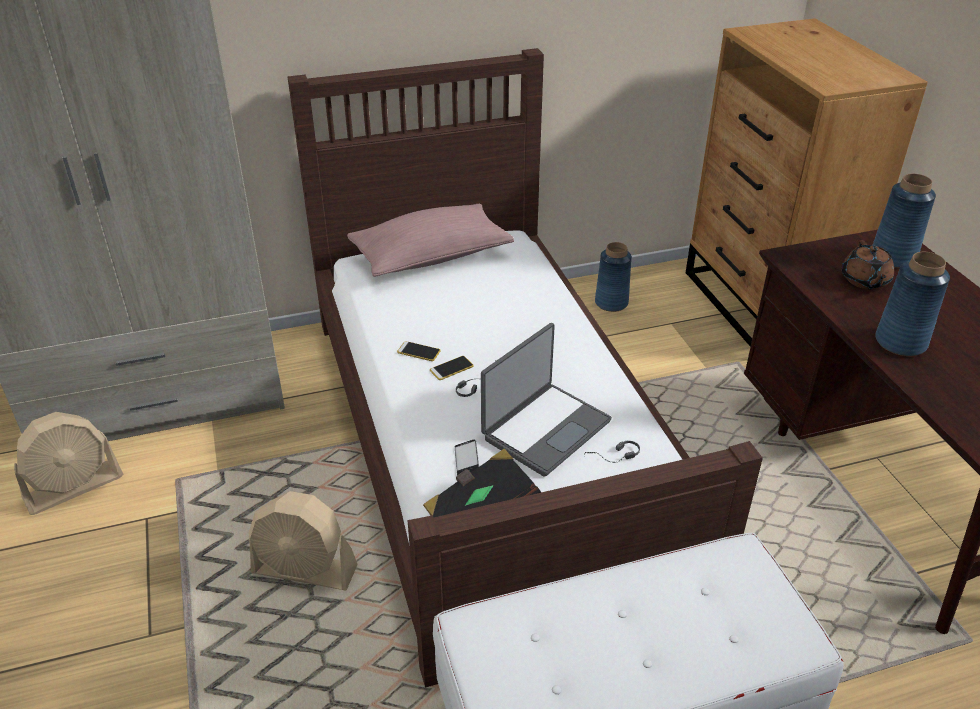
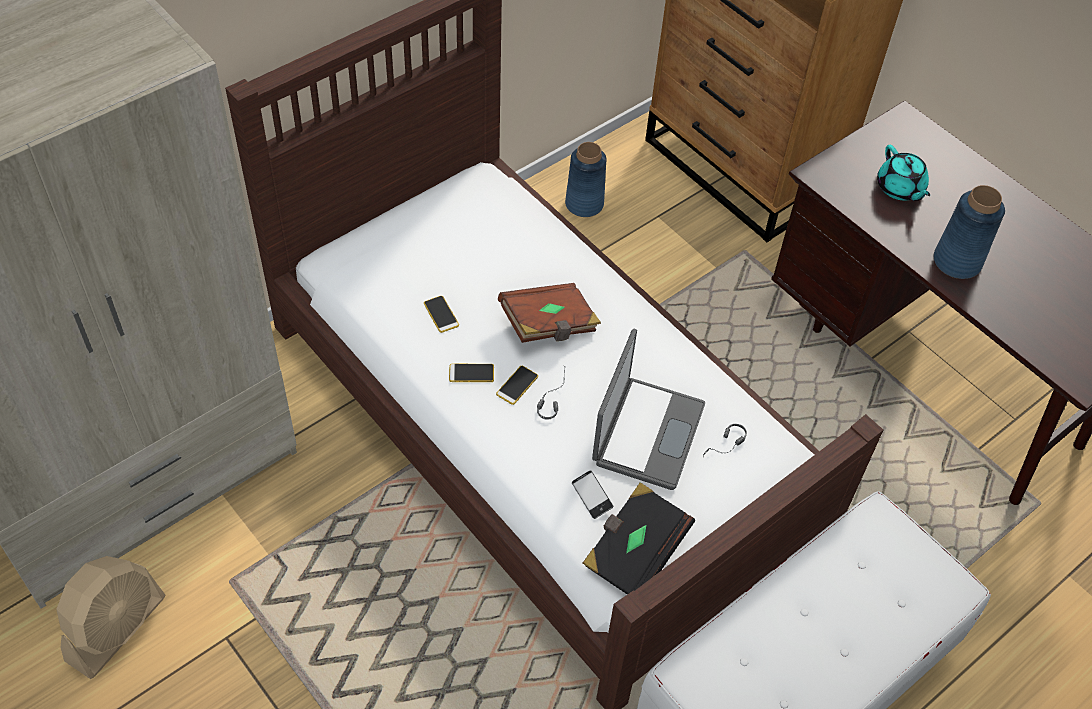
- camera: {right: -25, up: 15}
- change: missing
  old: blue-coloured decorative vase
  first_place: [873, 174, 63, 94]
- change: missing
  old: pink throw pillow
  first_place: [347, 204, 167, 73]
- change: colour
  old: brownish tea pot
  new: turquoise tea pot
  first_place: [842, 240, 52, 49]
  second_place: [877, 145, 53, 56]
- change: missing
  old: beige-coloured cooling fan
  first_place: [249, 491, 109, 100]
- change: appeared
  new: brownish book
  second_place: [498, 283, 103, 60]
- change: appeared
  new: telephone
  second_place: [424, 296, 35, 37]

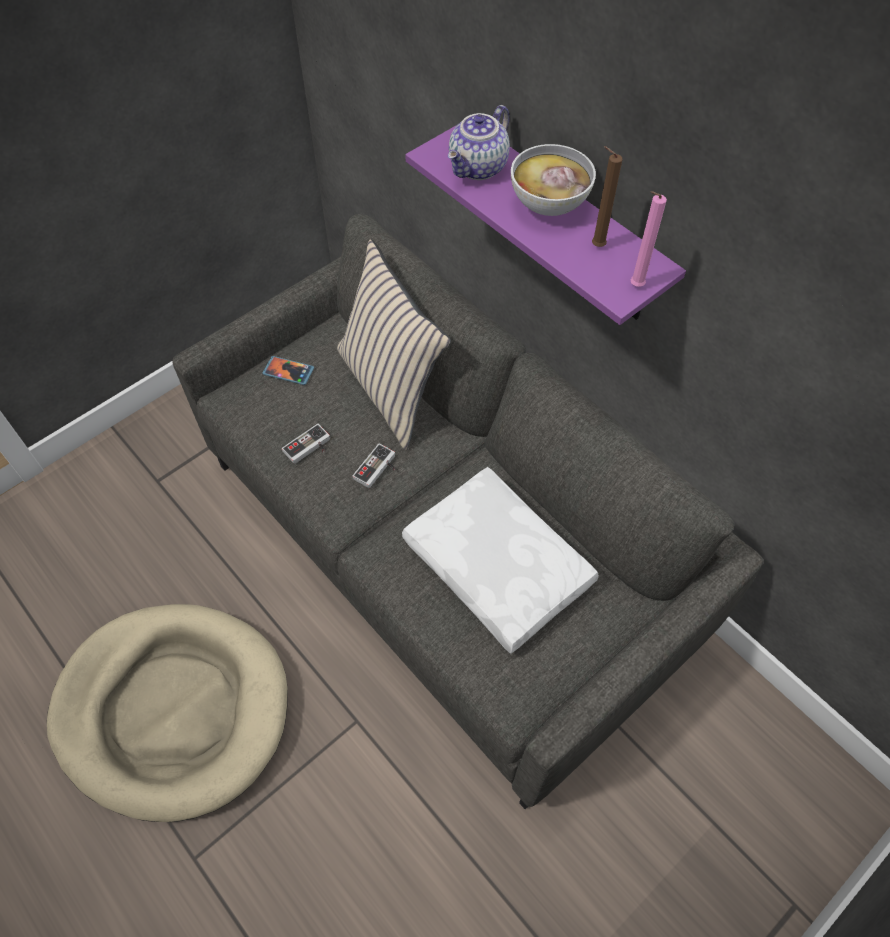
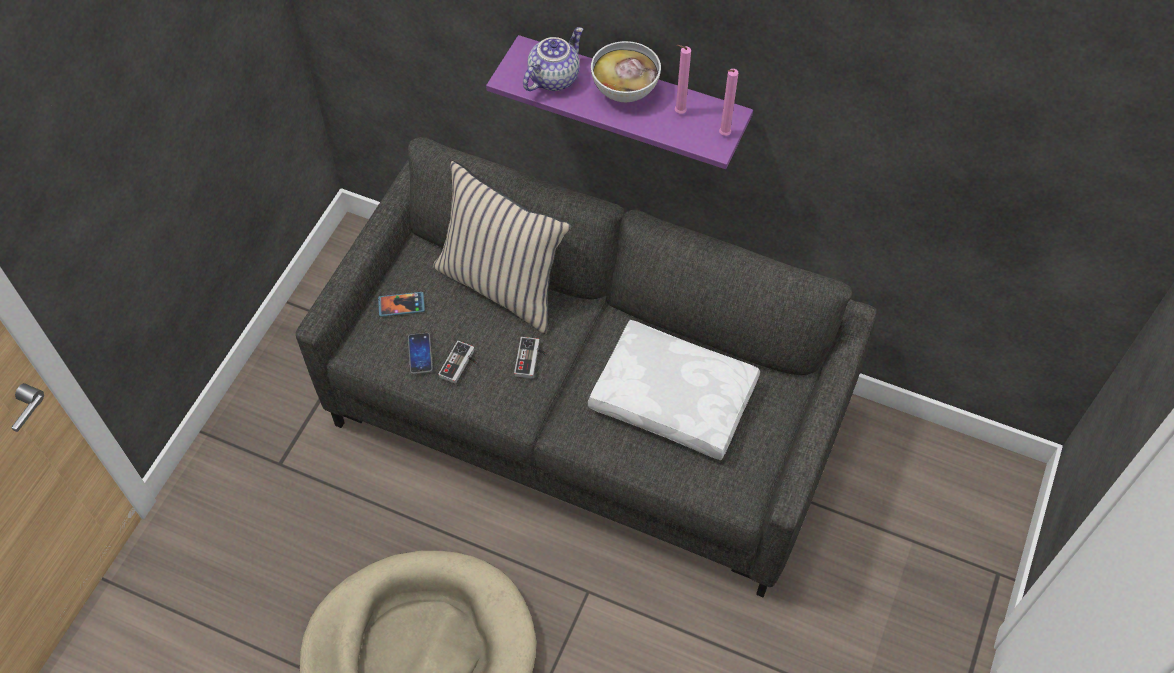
- camera: {right: -25, up: 0}
- change: spun
  old: tea pot
  first_place: [448, 105, 62, 75]
  second_place: [523, 27, 61, 64]
  degrees: -150
- change: colour
  old: brownish candle
  new: pink candle
  first_place: [592, 146, 31, 101]
  second_place: [675, 45, 16, 69]
- change: appeared
  new: telephone
  second_place: [408, 333, 25, 41]

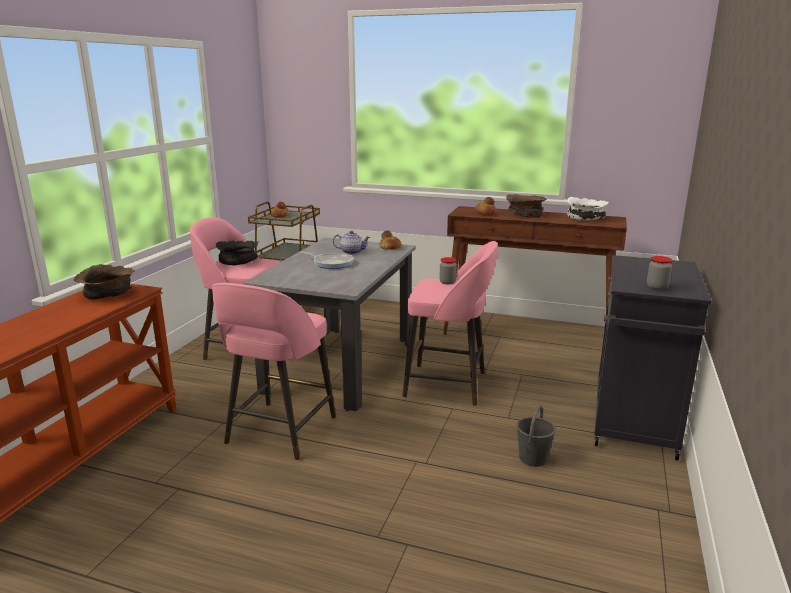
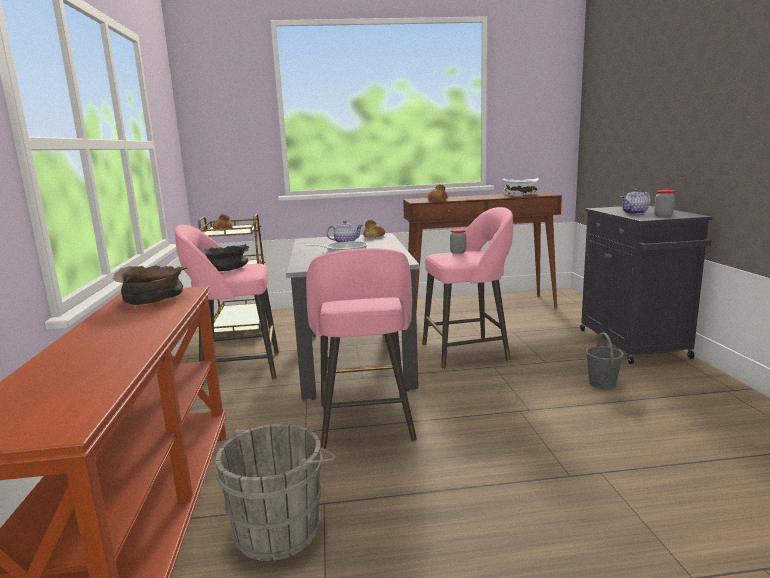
- camera: {right: -25, up: -5}
- change: missing
  old: brownish bowl
  first_place: [506, 194, 41, 24]
- change: appeared
  new: tea pot
  second_place: [621, 189, 30, 25]
- change: appeared
  new: gray water bucket
  second_place: [215, 424, 121, 137]

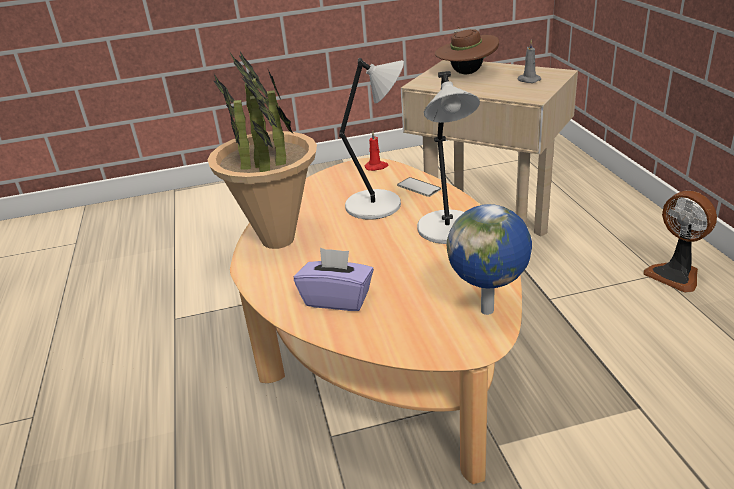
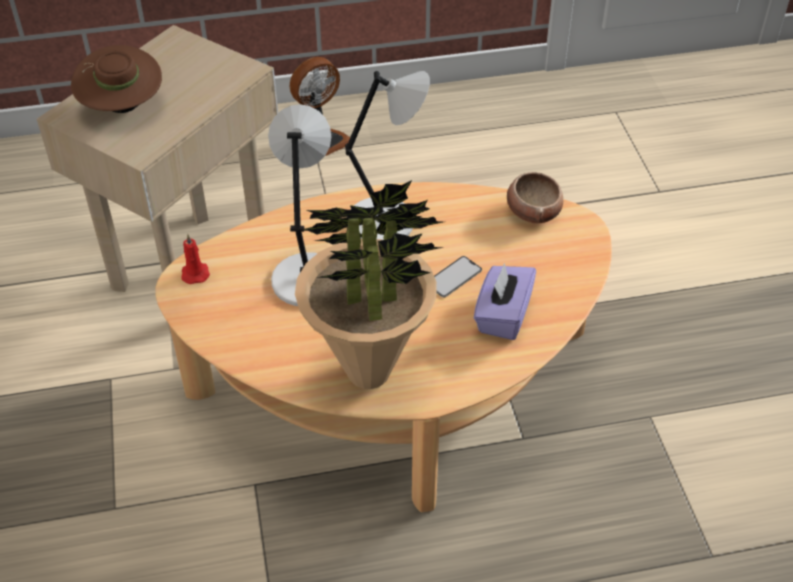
- camera: {right: -90, up: 15}
- change: missing
  old: gray candle
  first_place: [517, 40, 24, 43]
- change: relocated
  old: telephone
  first_place: [397, 177, 44, 20]
  second_place: [434, 256, 48, 42]
- change: exchanged
  old: desk globe
  new: bowl
  first_place: [447, 204, 85, 111]
  second_place: [507, 172, 56, 51]

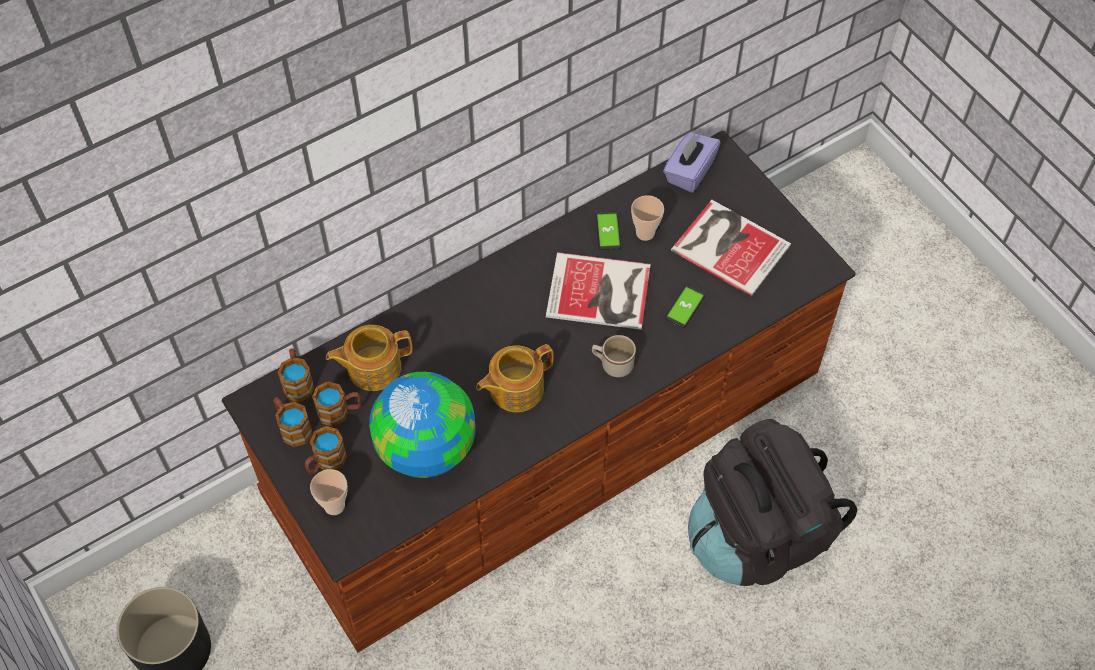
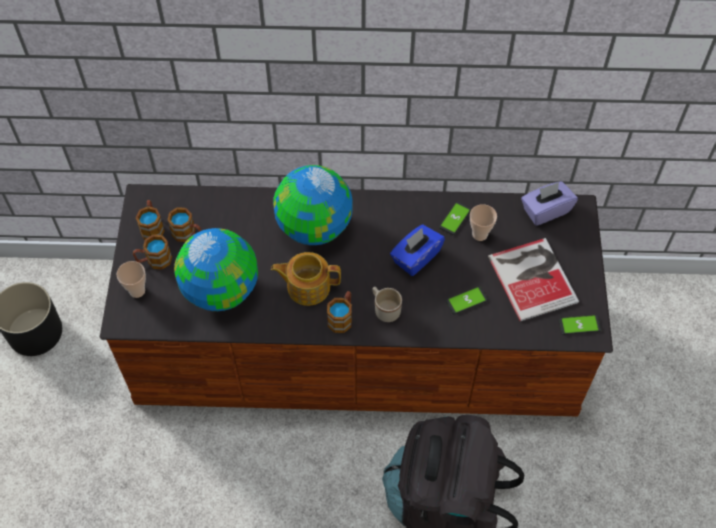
- camera: {right: 35, up: 0}
- change: exchanged
  old: book
  new: blue-coloured tissue box
  first_place: [546, 252, 105, 78]
  second_place: [390, 224, 55, 52]
- change: missing
  old: tea pot
  first_place: [326, 325, 87, 66]
- change: relocated
  old: coffee mug
  first_place: [278, 348, 37, 54]
  second_place: [327, 291, 25, 42]
- change: appeared
  new: desk globe
  second_place: [273, 165, 79, 80]
- change: appeared
  new: telephone
  second_place: [559, 315, 42, 20]

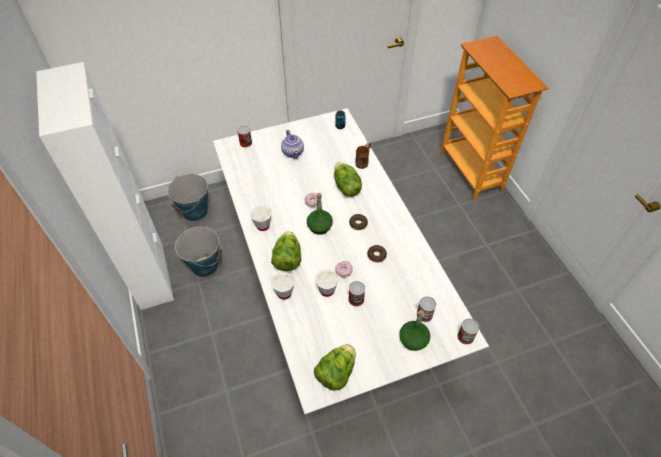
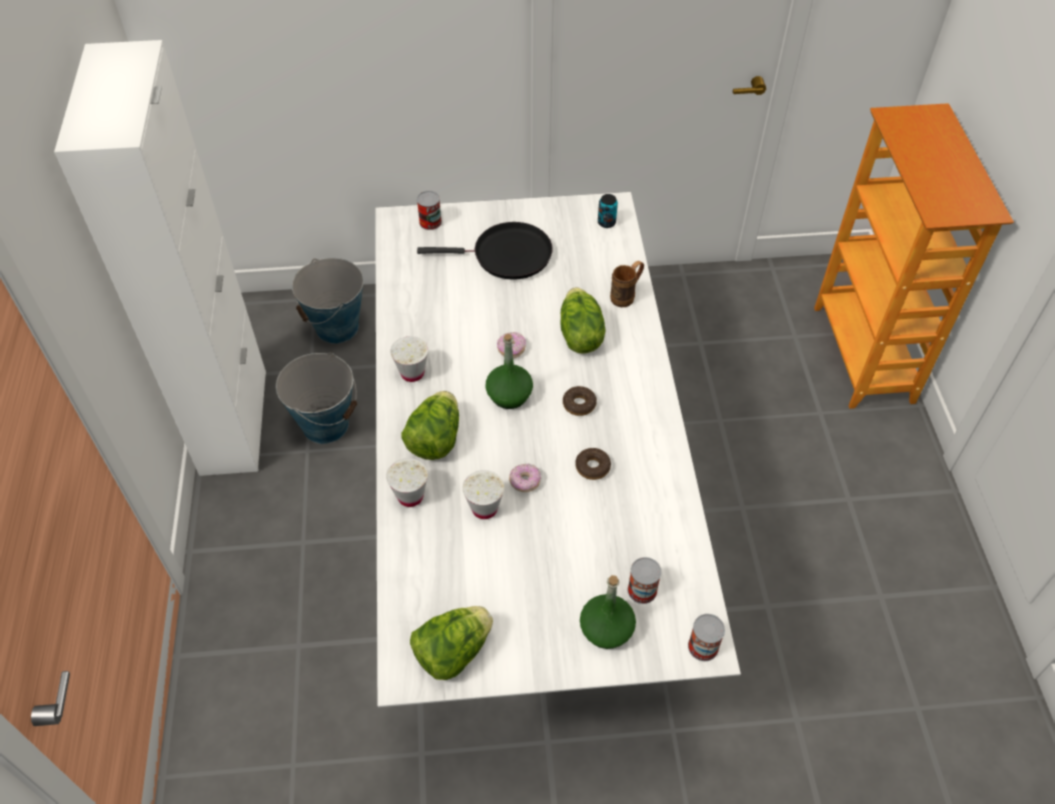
- camera: {right: 15, up: 0}
- change: exchanged
  old: tea pot
  new: blackish skillet
  first_place: [281, 130, 23, 29]
  second_place: [417, 222, 136, 58]
- change: missing
  old: sealed can
  first_place: [348, 281, 17, 25]

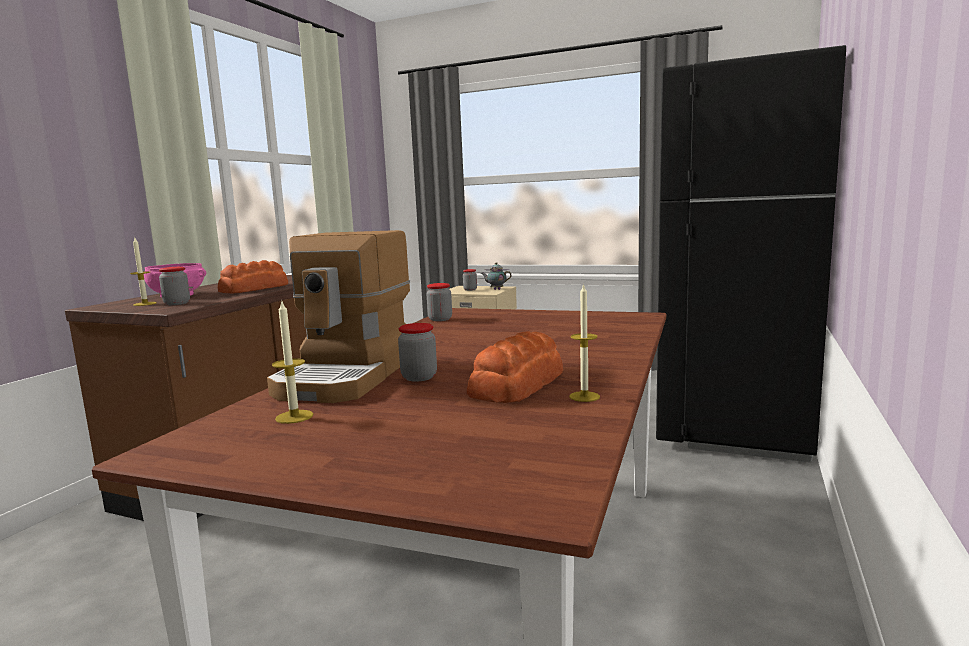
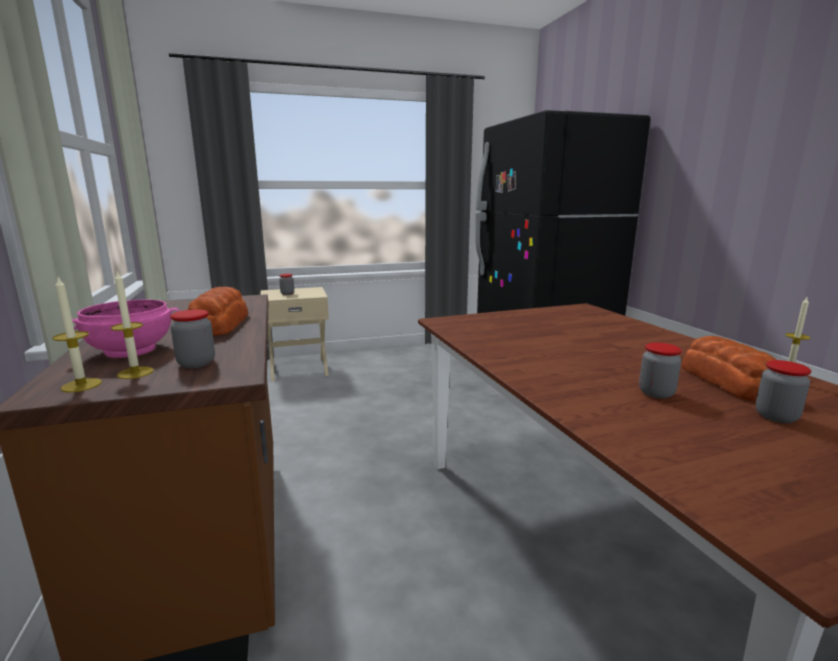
- camera: {right: -40, up: 5}
- change: missing
  old: coffee brewer
  first_place: [267, 230, 143, 173]
- change: missing
  old: tea pot
  first_place: [481, 262, 31, 28]
- change: relocated
  old: preserve jar
  first_place: [426, 283, 26, 38]
  second_place: [756, 360, 55, 63]
- change: relocated
  old: candle
  first_place: [272, 299, 41, 125]
  second_place: [52, 277, 50, 115]

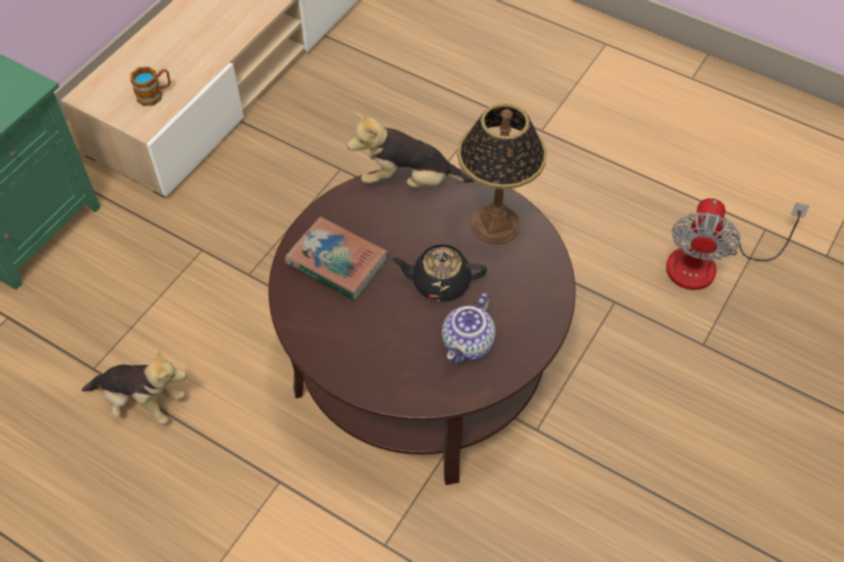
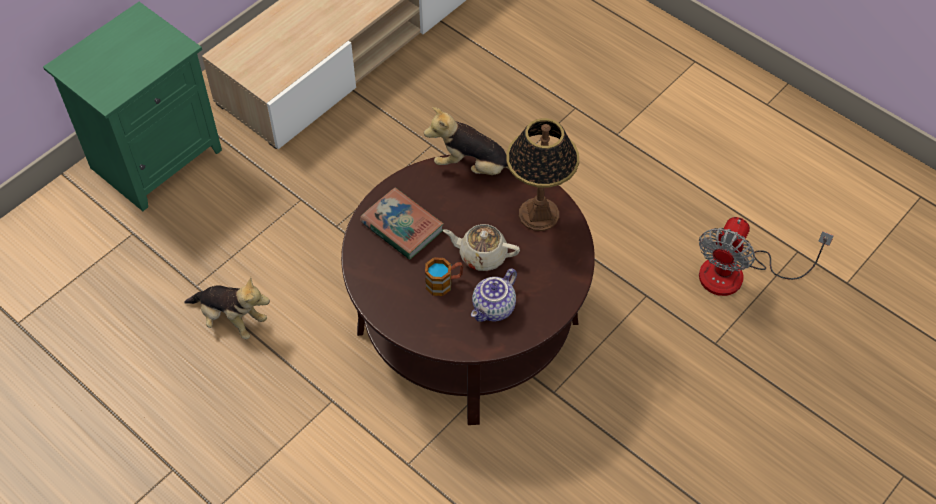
- camera: {right: 10, up: 0}
- change: relocated
  old: coffee mug
  first_place: [130, 67, 41, 39]
  second_place: [425, 257, 38, 39]
- change: colour
  old: blackish tea pot
  new: beige-coloured tea pot
  first_place: [391, 244, 96, 58]
  second_place: [443, 224, 77, 47]

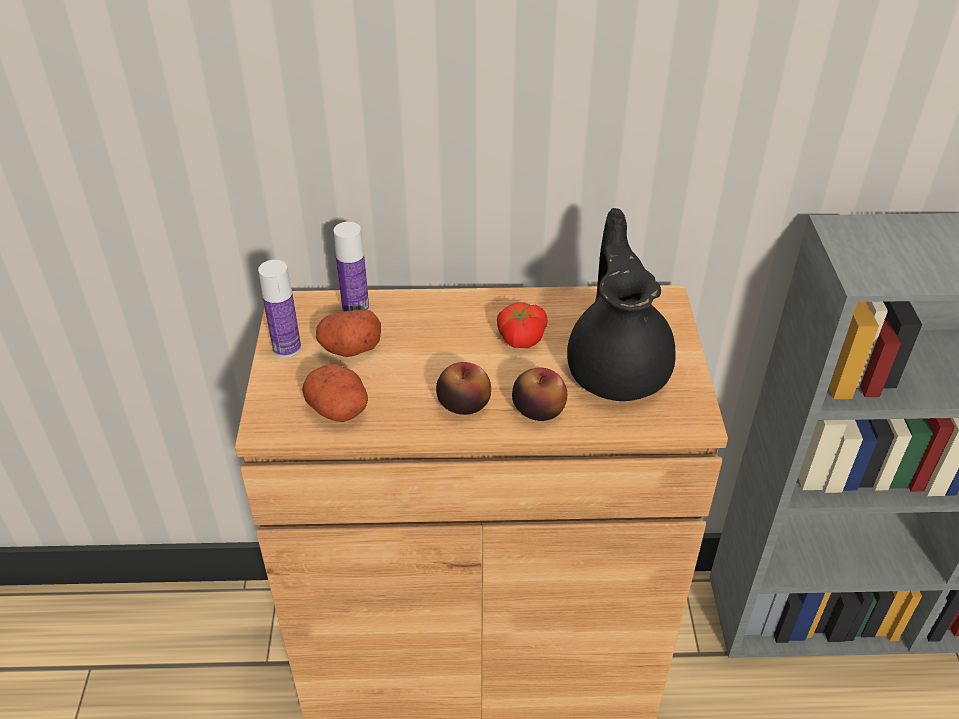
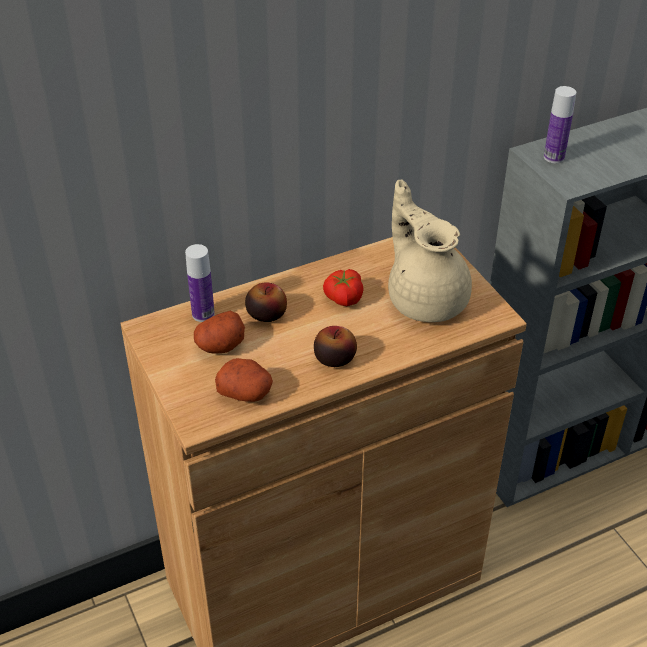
- camera: {right: -25, up: 0}
- change: colour
  old: blackish tea pot
  new: beige-coloured tea pot
  first_place: [567, 208, 109, 193]
  second_place: [388, 179, 84, 143]
- change: relocated
  old: bottle
  first_place: [258, 260, 43, 98]
  second_place: [544, 86, 32, 77]
- change: relocated
  old: whole apple
  first_place: [512, 367, 55, 54]
  second_place: [245, 282, 42, 40]

